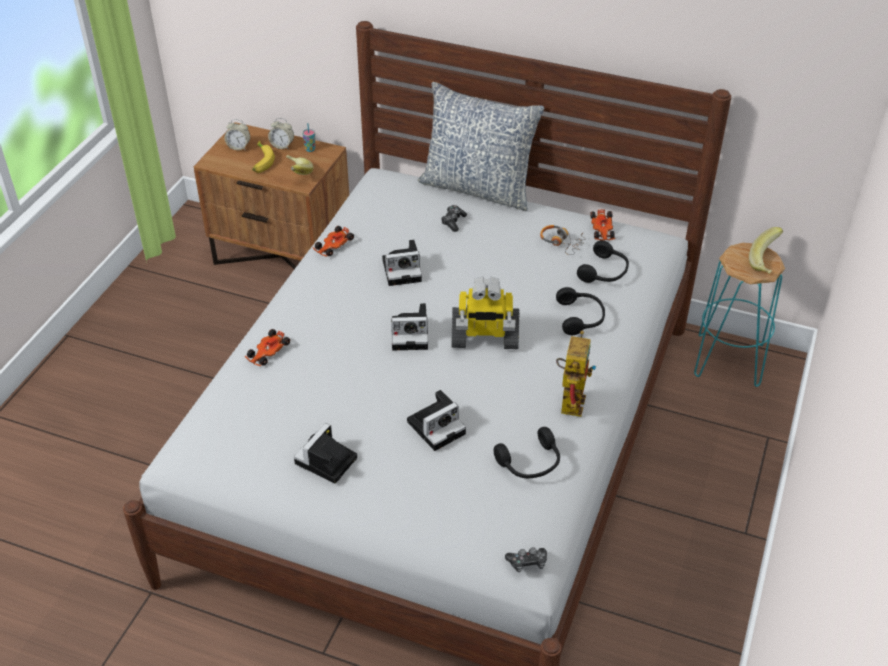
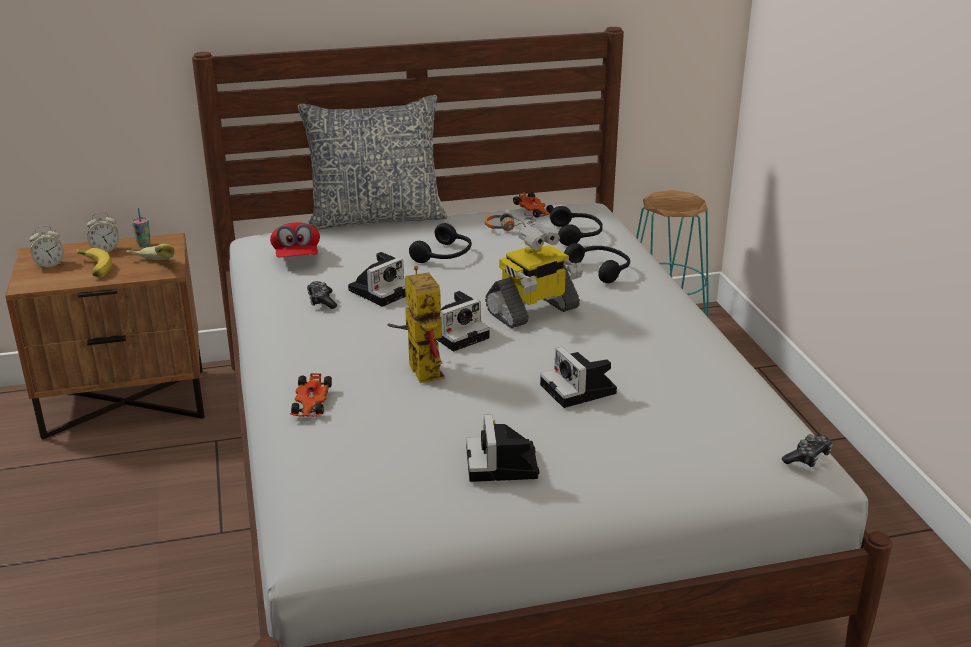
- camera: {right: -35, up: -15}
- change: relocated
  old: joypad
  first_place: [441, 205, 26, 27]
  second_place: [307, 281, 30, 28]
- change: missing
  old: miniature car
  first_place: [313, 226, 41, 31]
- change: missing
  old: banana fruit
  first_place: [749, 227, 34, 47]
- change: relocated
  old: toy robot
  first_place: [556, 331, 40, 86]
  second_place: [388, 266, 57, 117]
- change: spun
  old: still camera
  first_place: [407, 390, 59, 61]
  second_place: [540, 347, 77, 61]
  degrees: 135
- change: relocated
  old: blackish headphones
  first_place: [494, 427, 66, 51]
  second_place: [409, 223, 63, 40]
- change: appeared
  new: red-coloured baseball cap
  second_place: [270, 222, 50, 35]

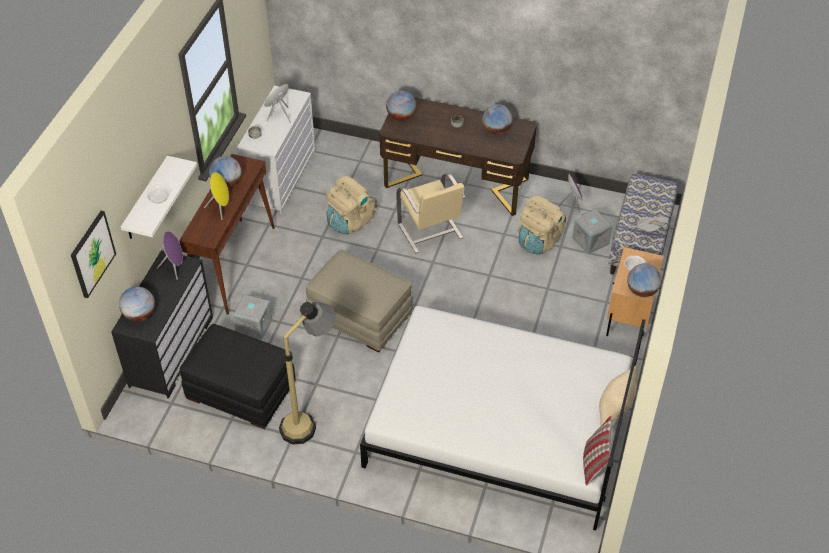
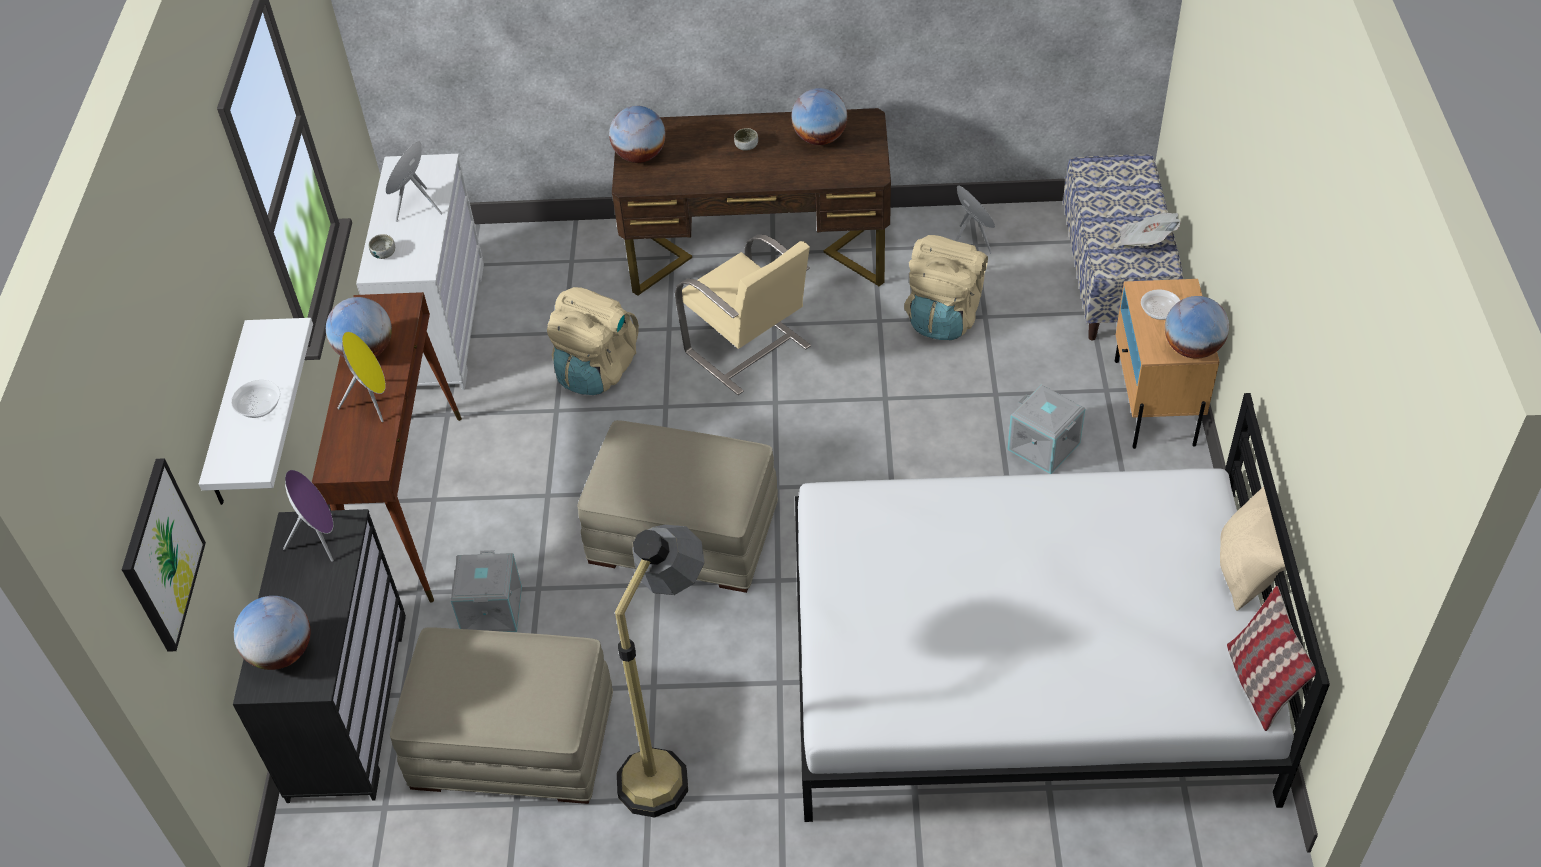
- camera: {right: -15, up: 0}
- change: relocated
  old: gray storage container
  first_place: [572, 210, 40, 44]
  second_place: [1007, 384, 78, 90]
- change: colour
  old: blackish pouffe
  new: beige-coloured pouffe
  first_place: [180, 324, 116, 105]
  second_place: [390, 627, 223, 177]

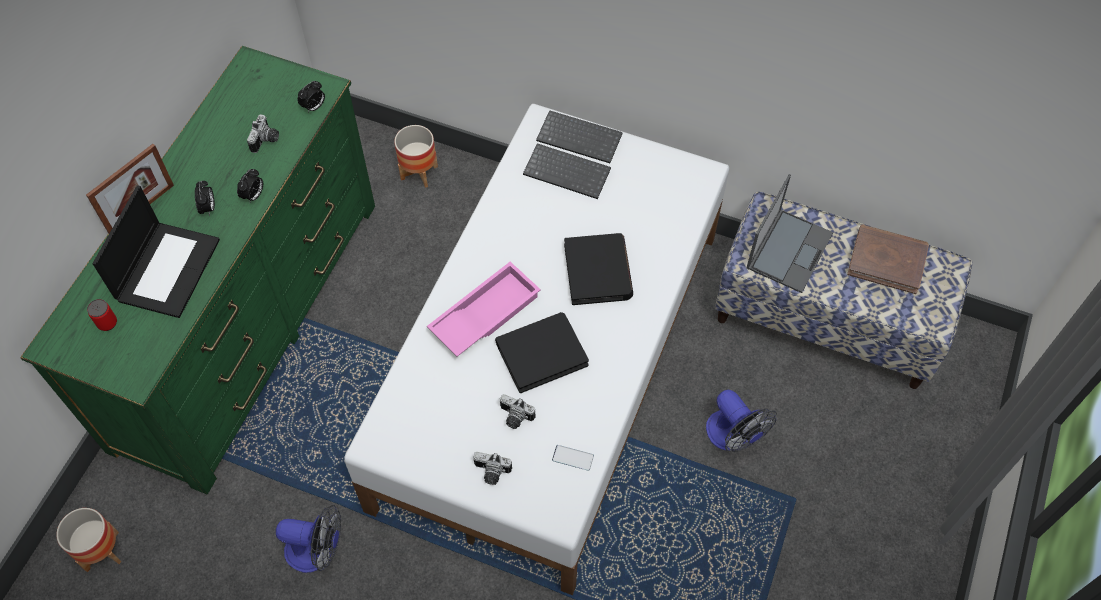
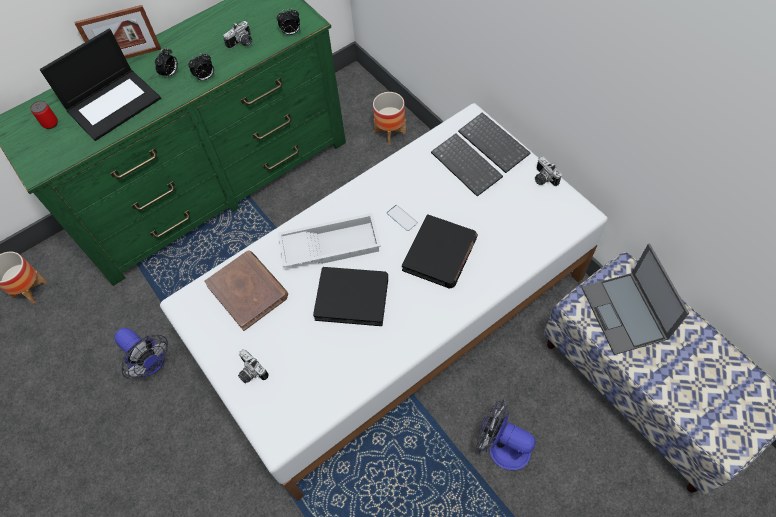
- camera: {right: 35, up: 0}
- change: spun
  old: portable computer
  first_place: [747, 174, 86, 119]
  second_place: [581, 243, 108, 112]
  degrees: 105
- change: relocated
  old: brownish book
  first_place: [847, 224, 82, 70]
  second_place: [204, 250, 84, 81]
- change: colour
  old: pink serving tray
  new: white-coloured serving tray
  first_place: [427, 262, 114, 95]
  second_place: [278, 213, 103, 54]
- change: spun
  old: cooling fan
  first_place: [706, 390, 71, 62]
  second_place: [476, 399, 60, 72]
  degrees: 120
- change: relocated
  old: still camera
  first_place: [500, 394, 35, 35]
  second_place: [535, 156, 27, 30]
- change: relocated
  old: telephone
  first_place: [552, 445, 42, 26]
  second_place: [387, 205, 31, 26]

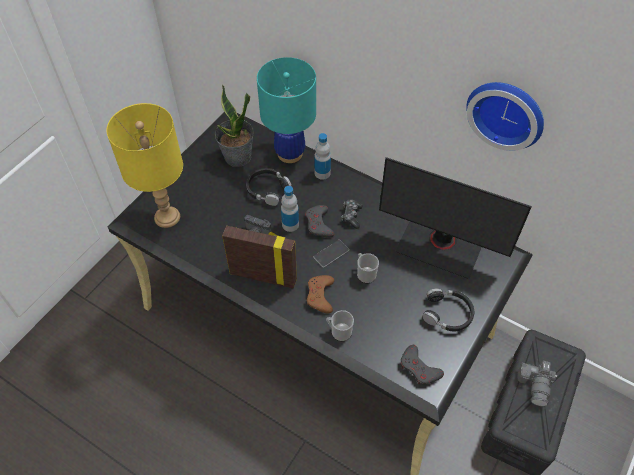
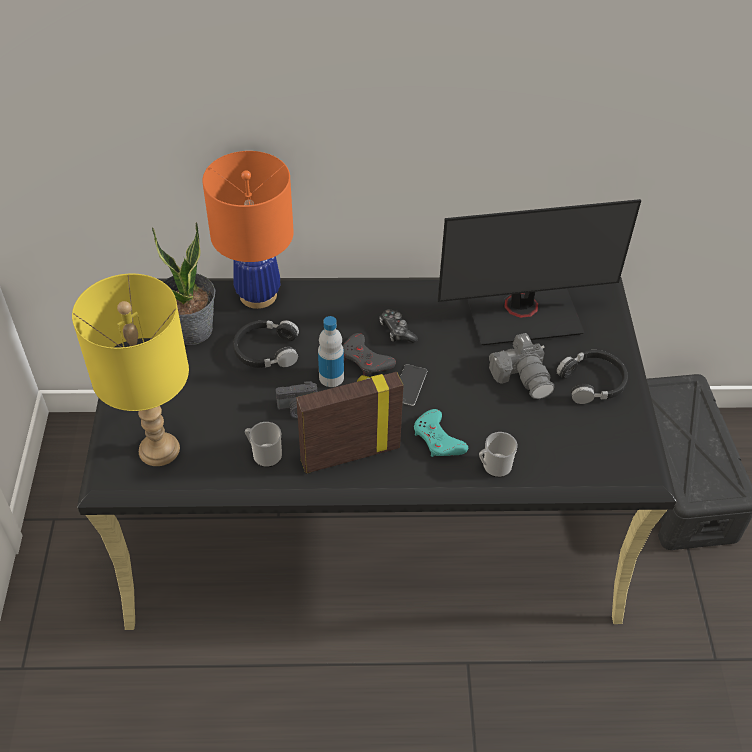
- camera: {right: -35, up: -5}
- change: colour
  old: turquoise lamp for a table
  new: orange lamp for a table
  first_place: [257, 57, 59, 106]
  second_place: [202, 151, 92, 158]
- change: missing
  old: wall clock
  first_place: [466, 82, 78, 69]
- change: missing
  old: bottle
  first_place: [314, 133, 17, 47]
- change: relocated
  old: coffee mug
  first_place: [357, 253, 22, 30]
  second_place: [245, 422, 37, 45]
- change: colour
  old: brownish joypad
  new: turquoise joypad
  first_place: [307, 275, 27, 39]
  second_place: [414, 409, 54, 48]
- change: missing
  old: gray joypad
  first_place: [401, 345, 43, 40]
- change: relocated
  old: still camera
  first_place: [517, 361, 40, 45]
  second_place: [489, 333, 65, 66]

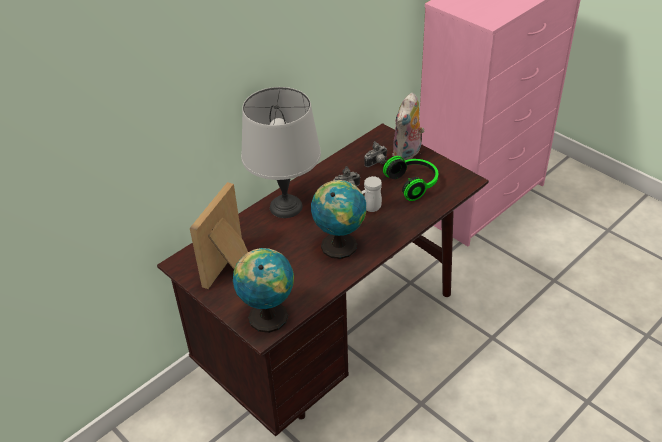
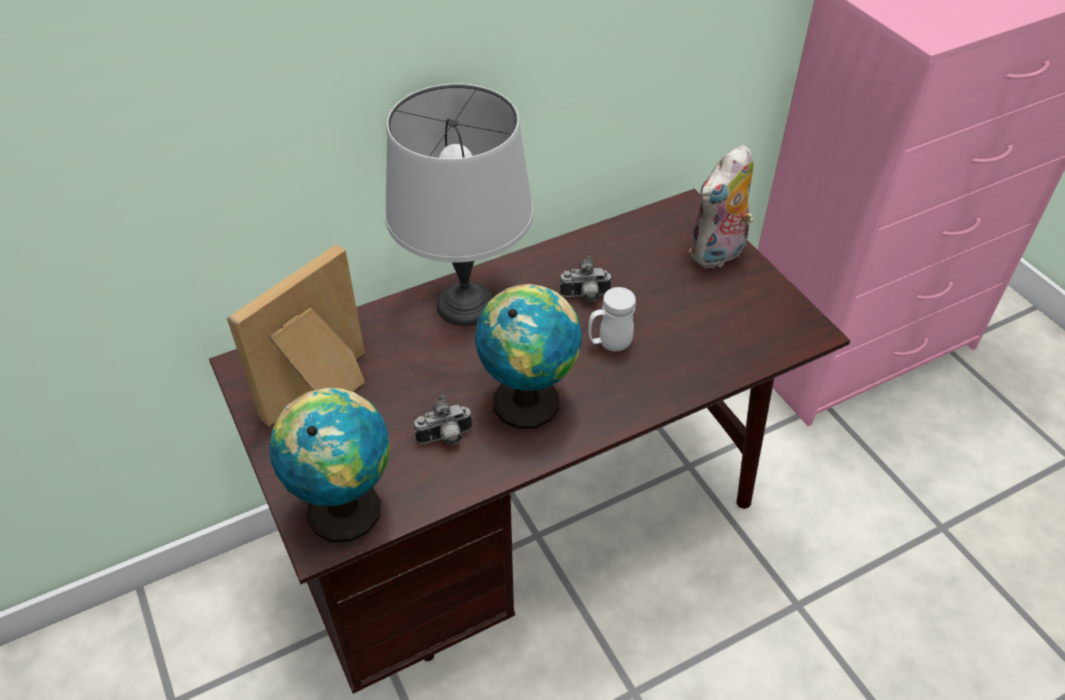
- camera: {right: 15, up: 5}
- change: relocated
  old: still camera
  first_place: [365, 141, 22, 26]
  second_place: [414, 395, 58, 50]
- change: missing
  old: headphones
  first_place: [383, 156, 55, 45]

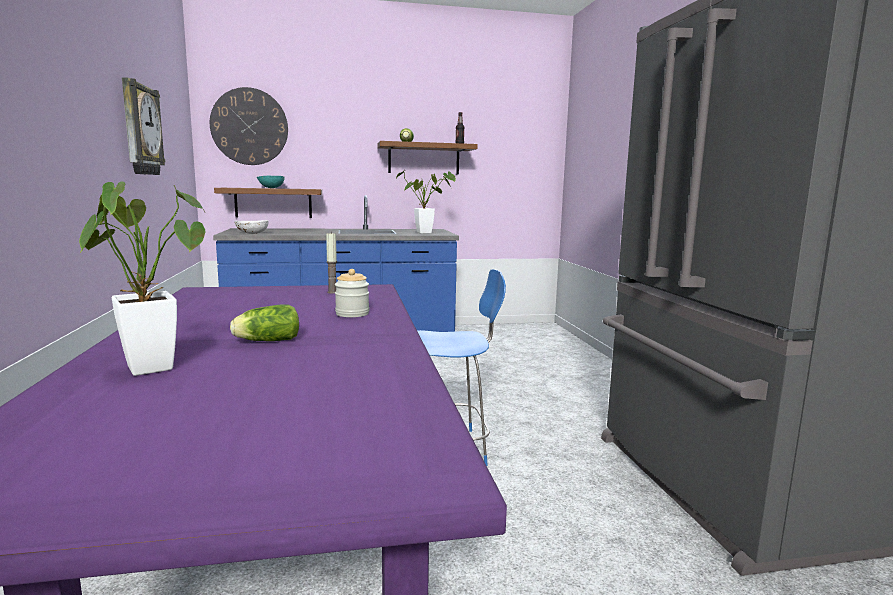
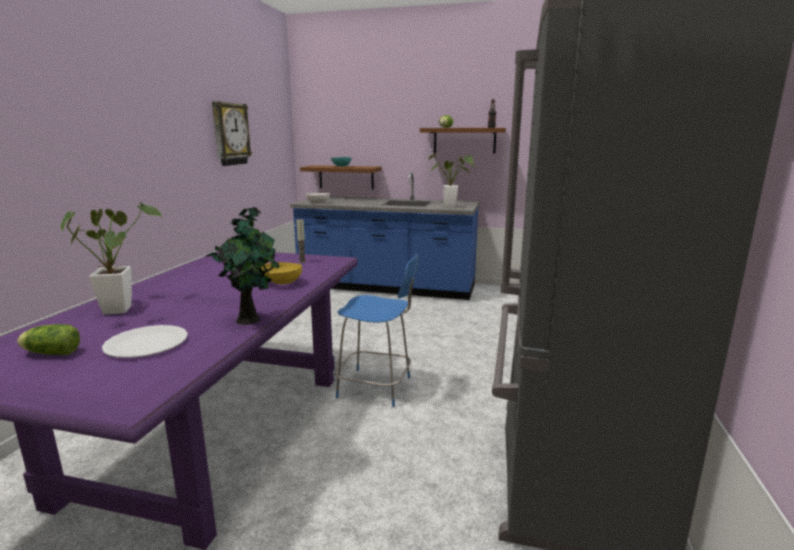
- camera: {right: 25, up: 5}
- change: missing
  old: wall clock
  first_place: [210, 87, 78, 78]
- change: exchanged
  old: preserve jar
  new: yellow-coloured bowl
  first_place: [335, 269, 34, 48]
  second_place: [261, 262, 41, 23]
- change: relocated
  old: lettuce head
  first_place: [230, 305, 69, 36]
  second_place: [17, 324, 63, 31]
- change: appeared
  new: potted plant
  second_place: [205, 207, 75, 118]
- change: appeared
  new: white-coloured plate
  second_place: [102, 325, 86, 33]

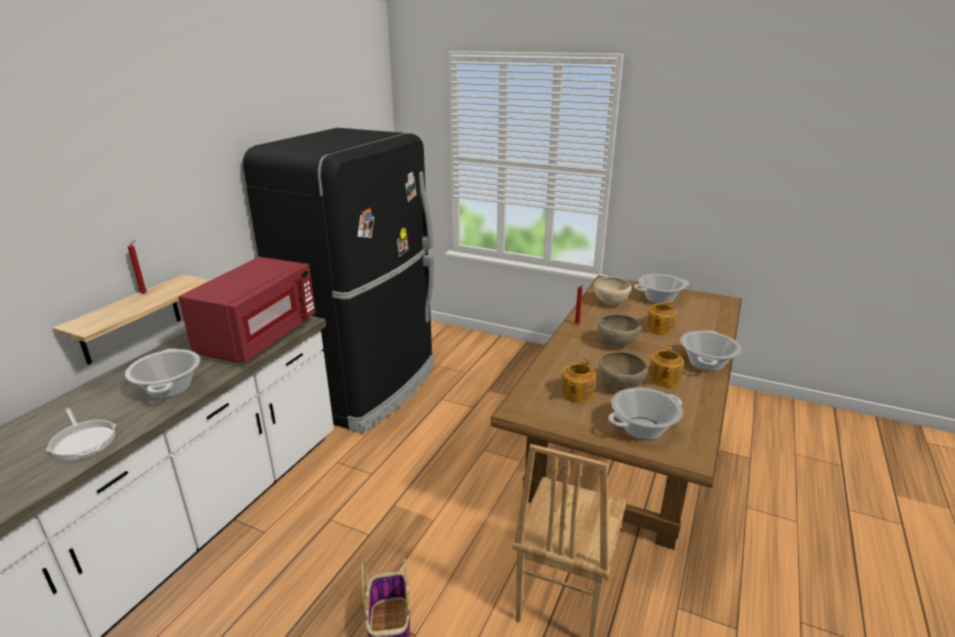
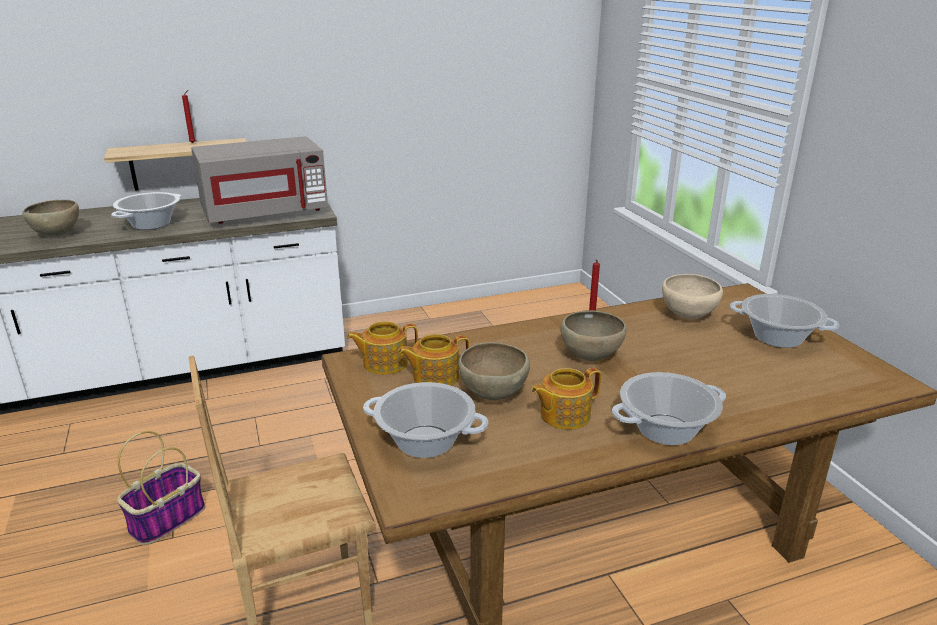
- camera: {right: 45, up: 0}
- change: missing
  old: blackish fridge
  first_place: [243, 128, 191, 305]
- change: colour
  old: red-coloured microwave
  new: gray microwave
  first_place: [178, 257, 138, 106]
  second_place: [191, 136, 137, 88]
- change: relocated
  old: tea pot
  first_place: [646, 300, 30, 35]
  second_place: [346, 321, 72, 54]
- change: exchanged
  old: skillet
  new: brownish bowl
  first_place: [46, 408, 70, 53]
  second_place: [22, 200, 57, 37]

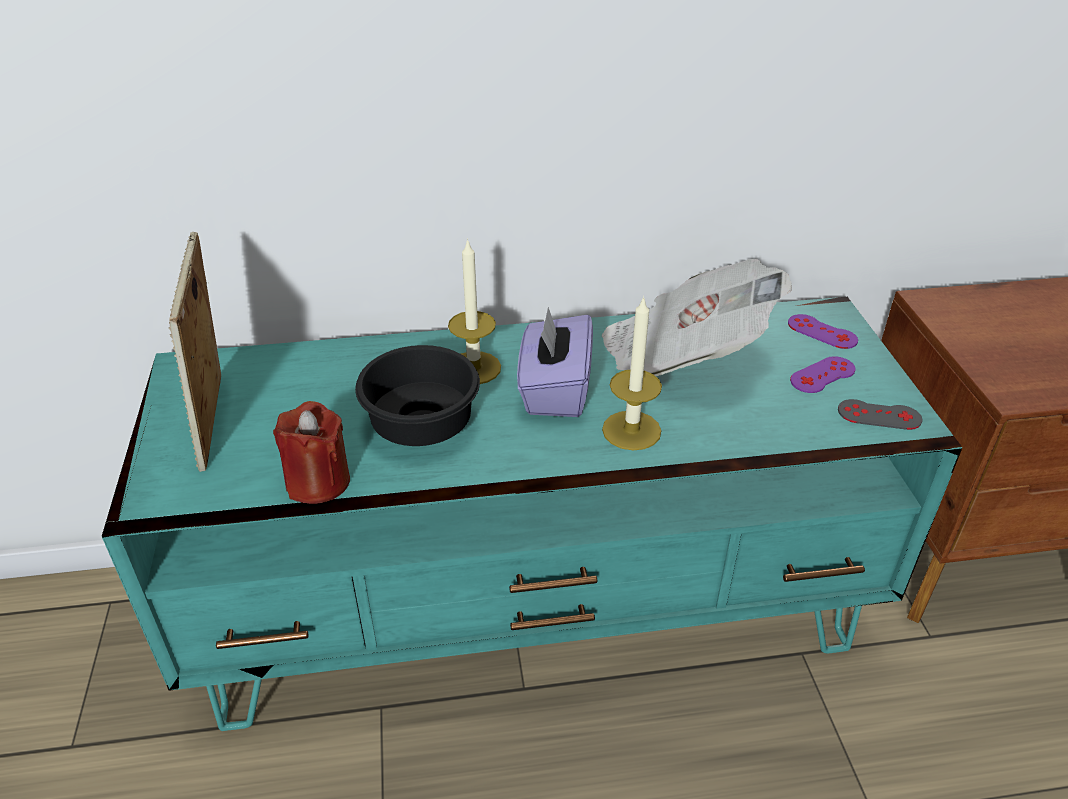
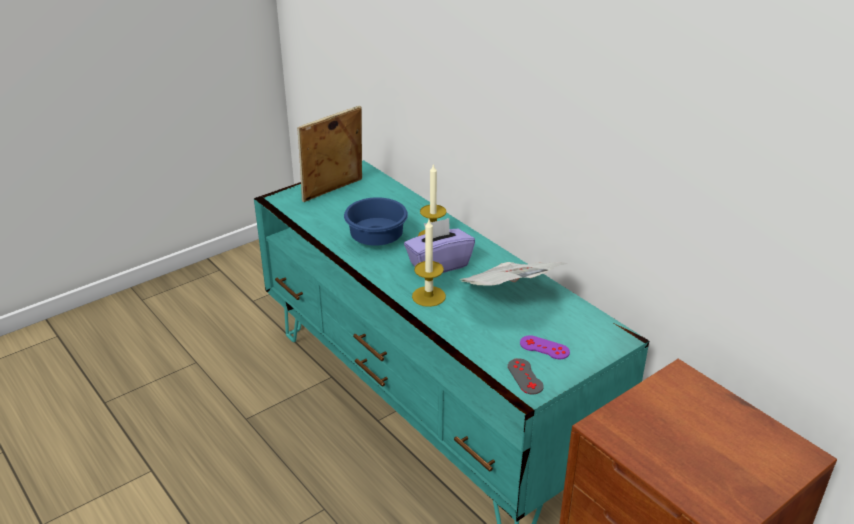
- camera: {right: 60, up: -5}
- change: missing
  old: purplish joypad
  first_place: [788, 314, 70, 35]
- change: colour
  old: blackish bowl
  new: blue-coloured bowl
  first_place: [355, 345, 125, 101]
  second_place: [344, 197, 64, 49]
- change: missing
  old: red-coloured candle
  first_place: [273, 401, 77, 103]

